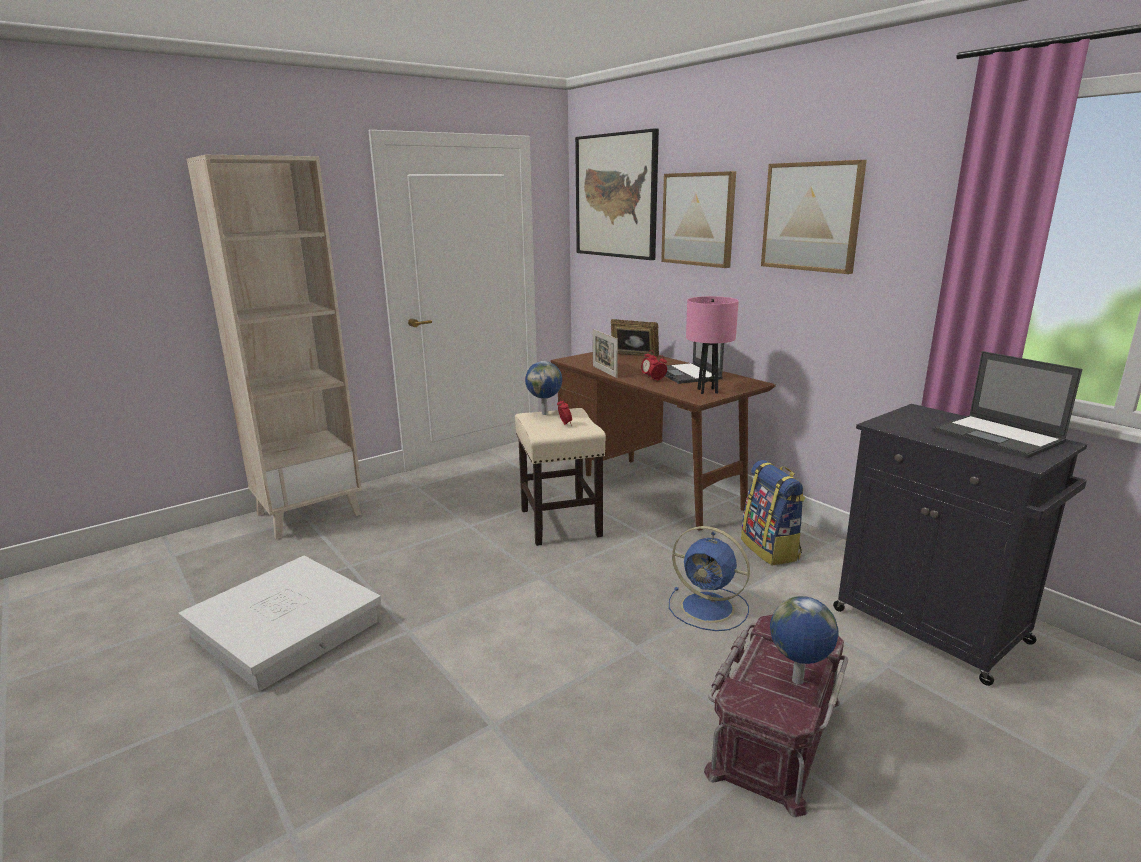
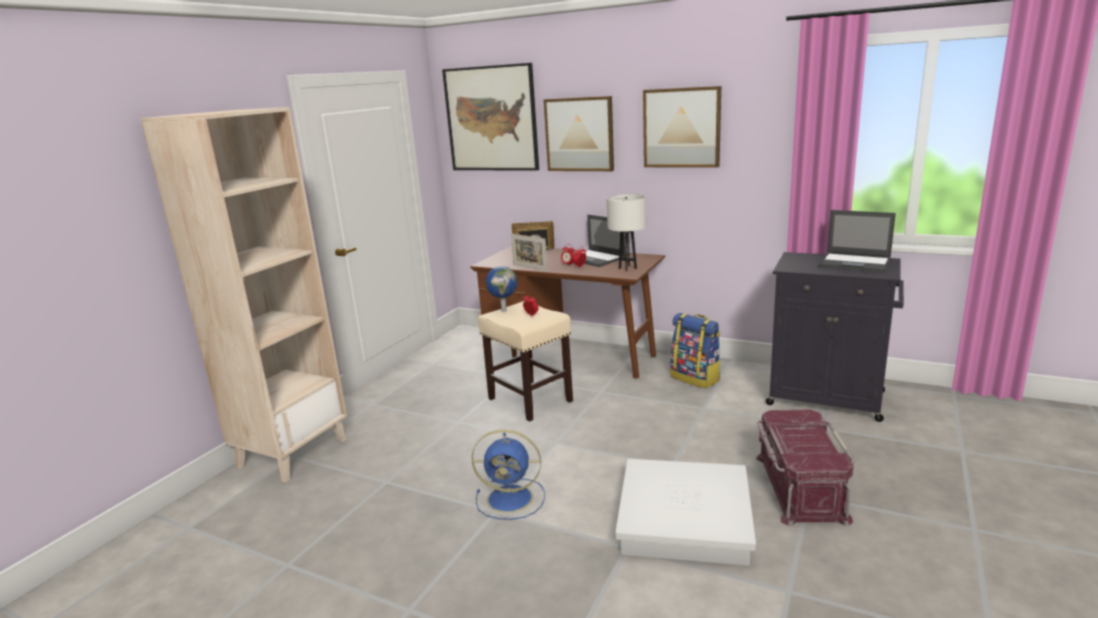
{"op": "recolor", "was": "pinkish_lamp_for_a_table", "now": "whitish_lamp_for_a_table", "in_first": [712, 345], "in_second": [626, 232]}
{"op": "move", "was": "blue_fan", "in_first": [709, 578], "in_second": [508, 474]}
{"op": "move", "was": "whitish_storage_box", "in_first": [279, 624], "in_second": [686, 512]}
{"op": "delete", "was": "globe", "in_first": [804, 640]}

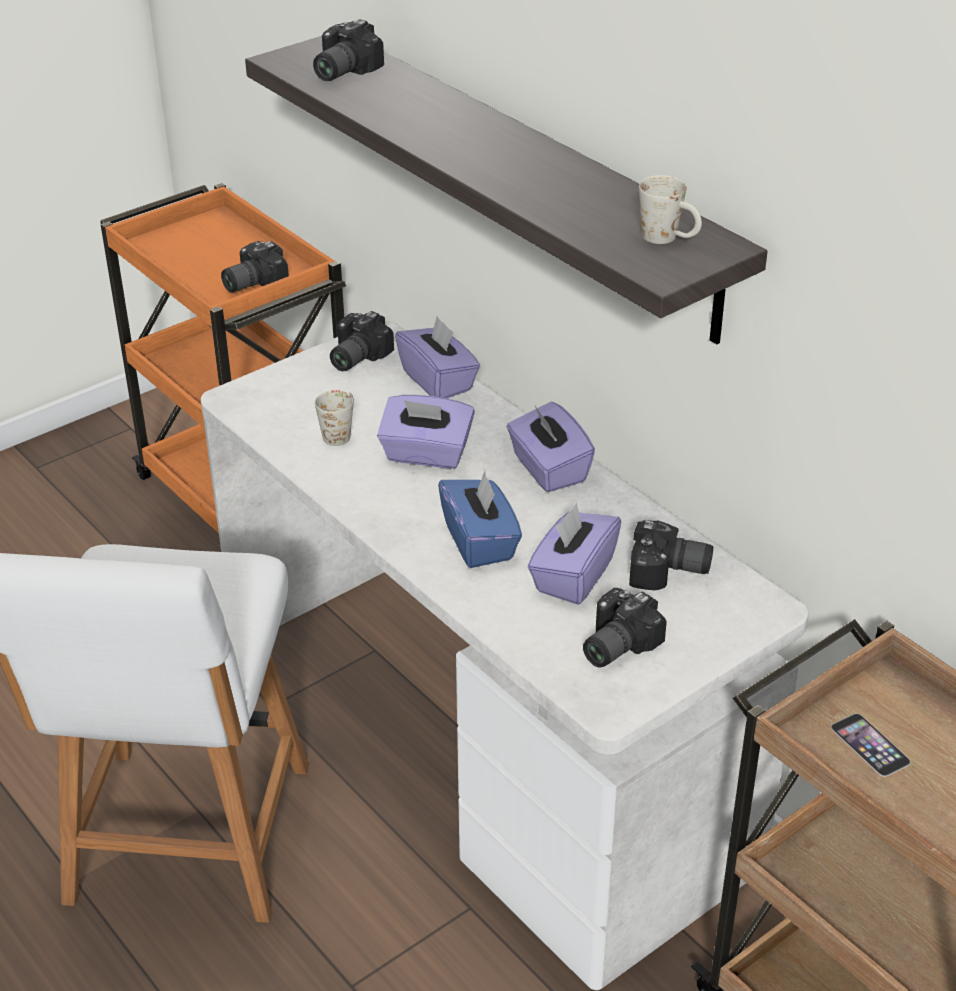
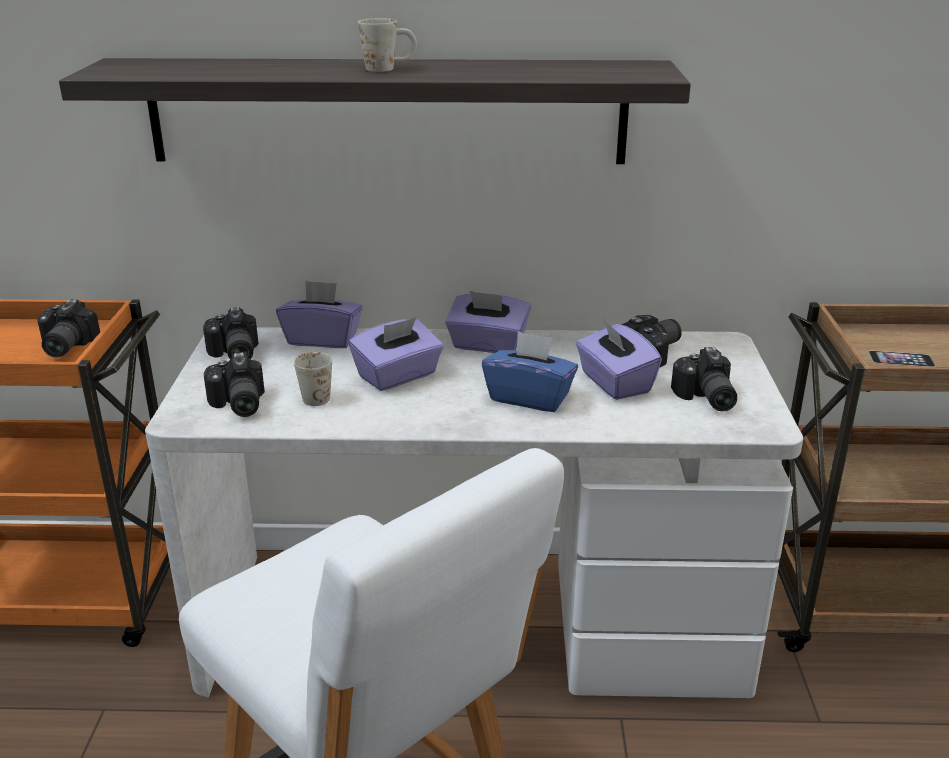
{"op": "move", "was": "photo_camera", "in_first": [348, 50], "in_second": [234, 384]}
{"op": "move", "was": "whitish_mug", "in_first": [670, 209], "in_second": [387, 45]}

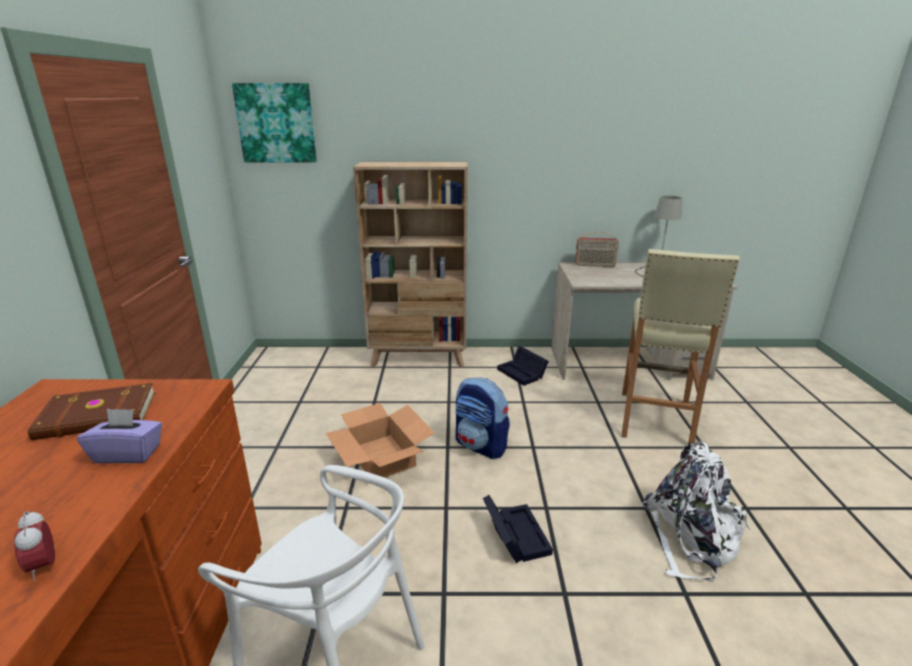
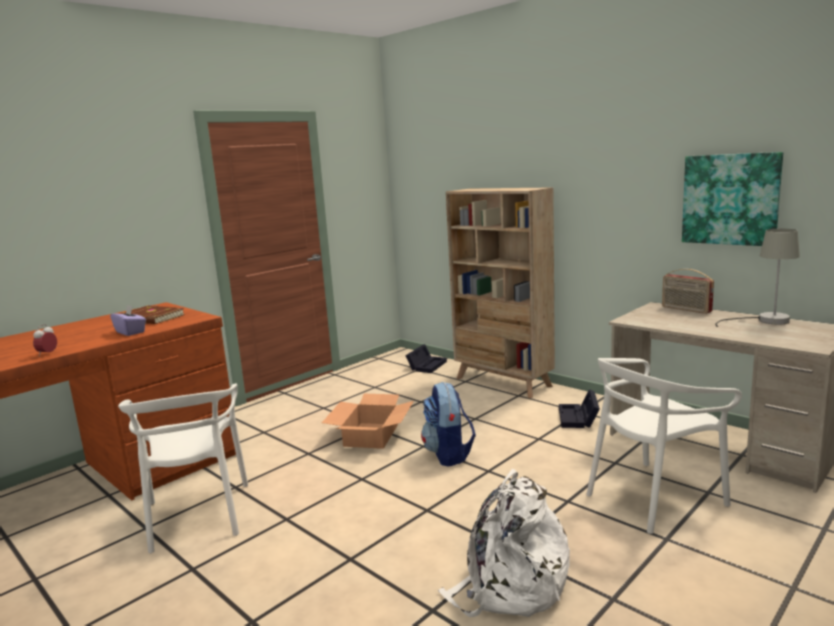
{"op": "move", "was": "wall_picture", "in_first": [274, 122], "in_second": [732, 199]}
{"op": "replace", "was": "sand-coloured_stool", "now": "whitish_upright_chair", "in_first": [681, 346], "in_second": [664, 446]}
{"op": "move", "was": "black-coloured_storage_box", "in_first": [518, 529], "in_second": [426, 358]}

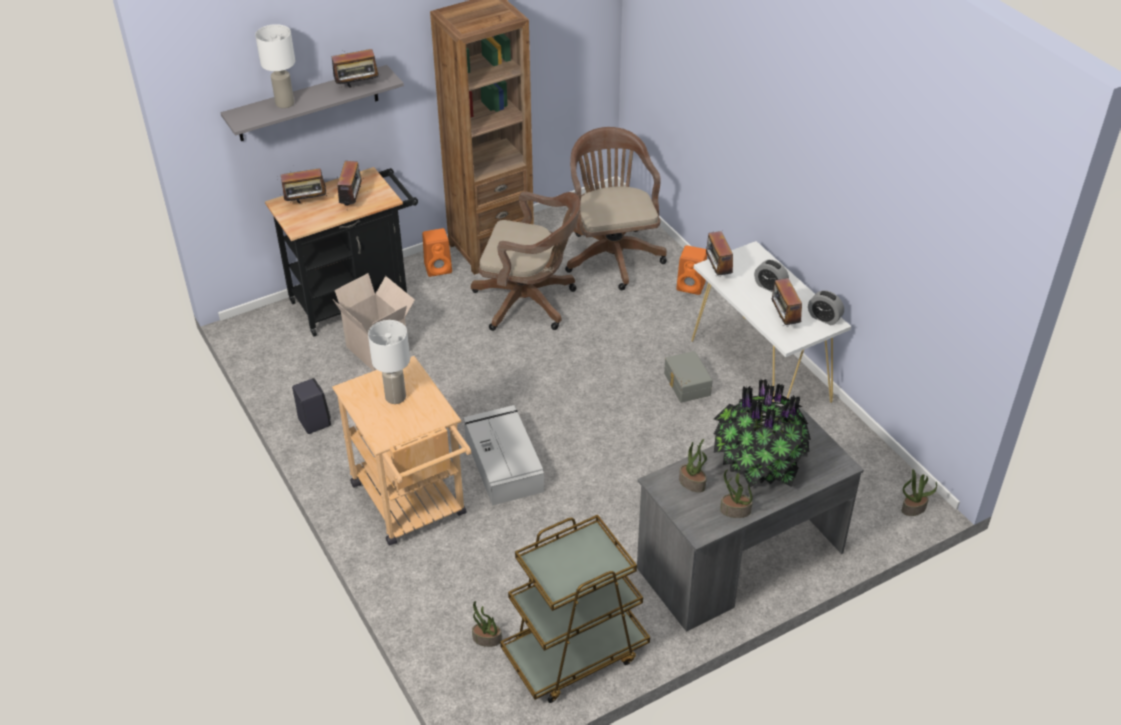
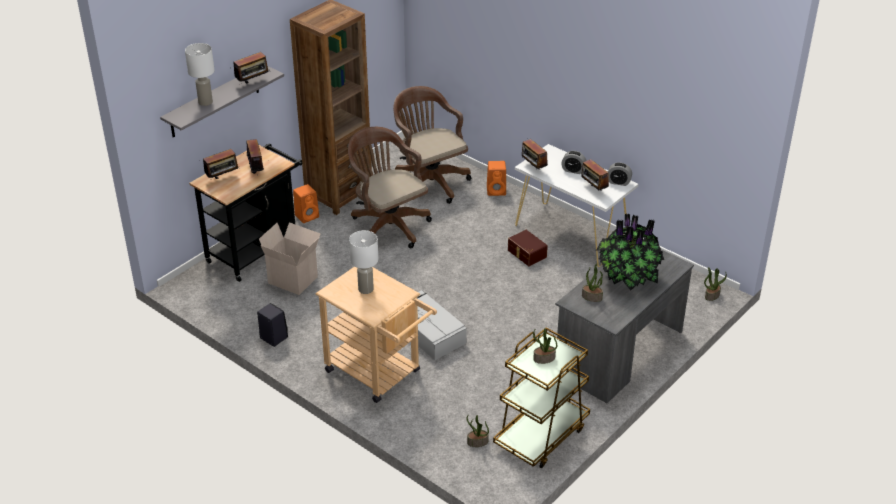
{"op": "rotate", "was": "brownish_computer_chair", "in_first": [526, 261], "in_second": [390, 187], "clockwise": -120}
{"op": "recolor", "was": "gray_storage_box", "now": "brownish_storage_box", "in_first": [688, 377], "in_second": [528, 248]}
{"op": "move", "was": "potted_plant", "in_first": [736, 493], "in_second": [545, 346]}

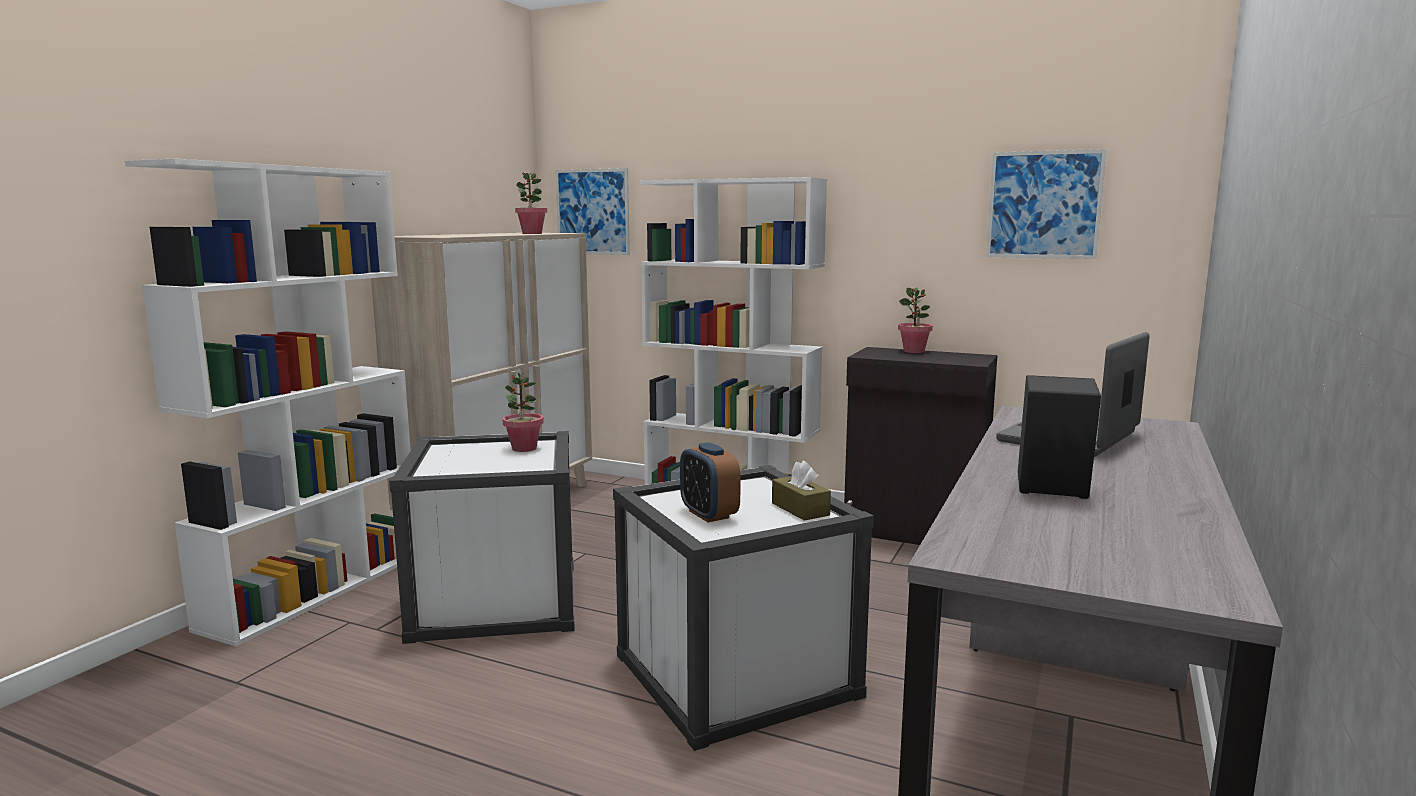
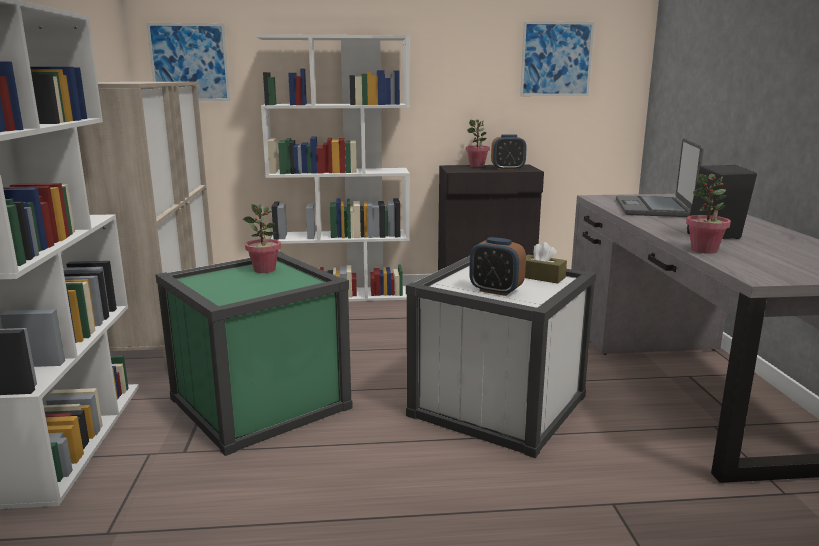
{"op": "move", "was": "potted_plant", "in_first": [531, 203], "in_second": [708, 214]}
{"op": "recolor", "was": "whitish_storage_box", "now": "green_storage_box", "in_first": [482, 537], "in_second": [254, 354]}
{"op": "insert", "now": "alarm_clock", "in_second": [509, 152]}

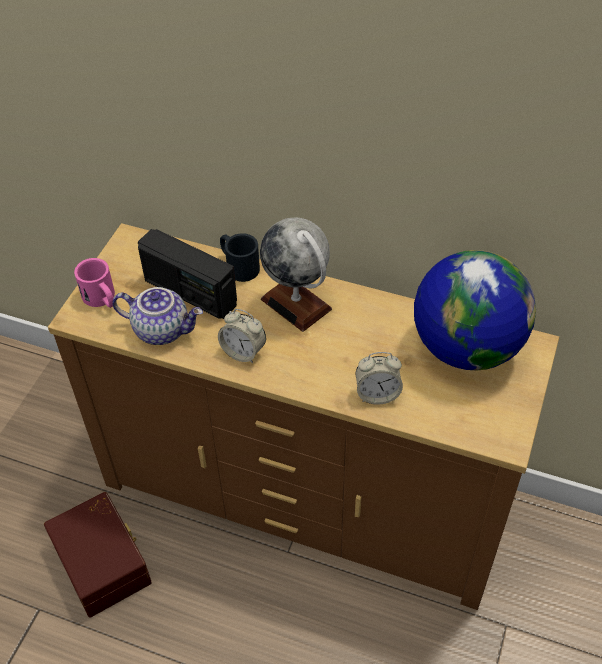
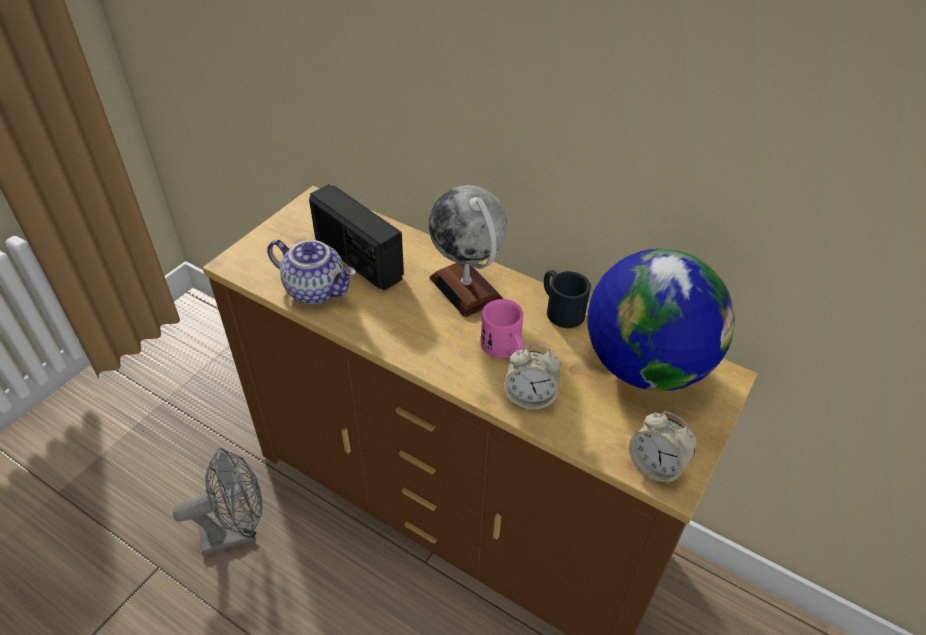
{"op": "move", "was": "black-coloured_mug", "in_first": [240, 257], "in_second": [567, 299]}
{"op": "move", "was": "pinkish_mug", "in_first": [94, 283], "in_second": [502, 328]}
{"op": "move", "was": "alarm_clock", "in_first": [242, 336], "in_second": [663, 448]}
{"op": "replace", "was": "brownish_storage_box", "now": "gray_fan", "in_first": [98, 555], "in_second": [217, 501]}

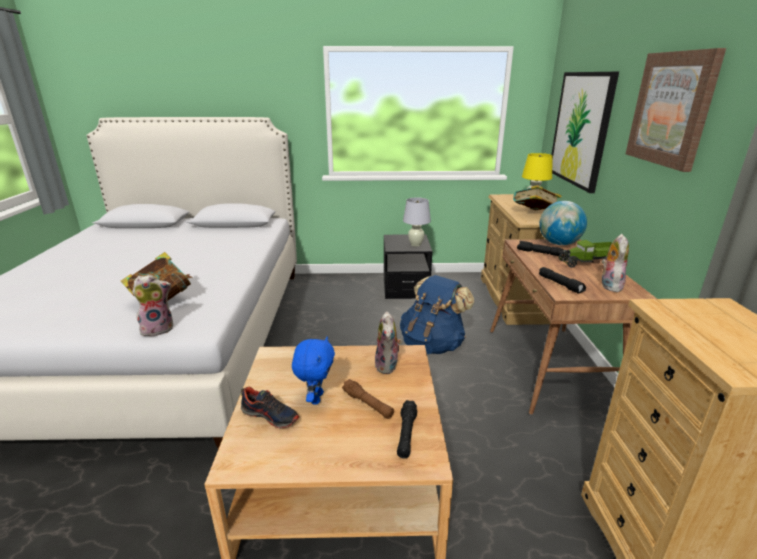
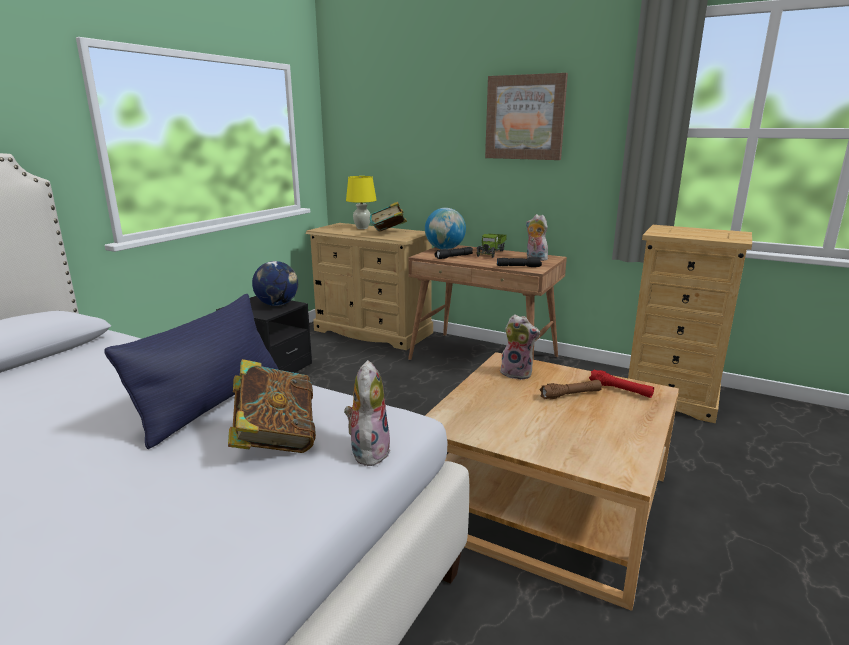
{"op": "delete", "was": "wall_picture", "in_first": [585, 132]}
{"op": "replace", "was": "whitish_lamp_for_a_table", "now": "globe", "in_first": [417, 222], "in_second": [275, 283]}
{"op": "delete", "was": "blue_rucksack", "in_first": [437, 314]}
{"op": "delete", "was": "blue_cuddly_toy", "in_first": [313, 371]}
{"op": "delete", "was": "shoe", "in_first": [269, 407]}
{"op": "recolor", "was": "black-coloured_torch", "now": "red-coloured_torch", "in_first": [407, 429], "in_second": [621, 383]}
{"op": "insert", "now": "blue_pillow", "in_second": [191, 371]}

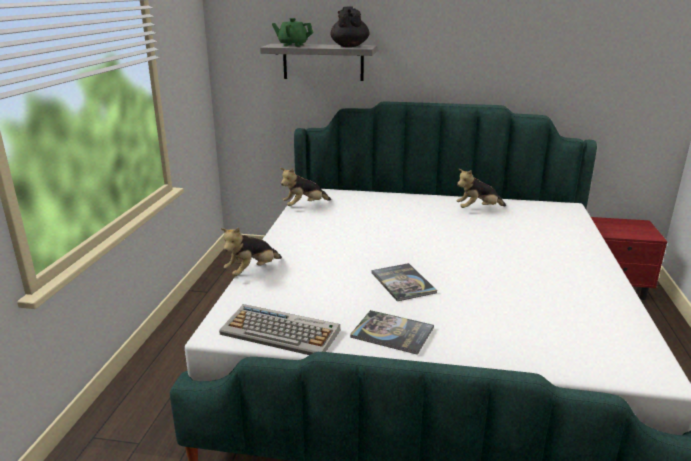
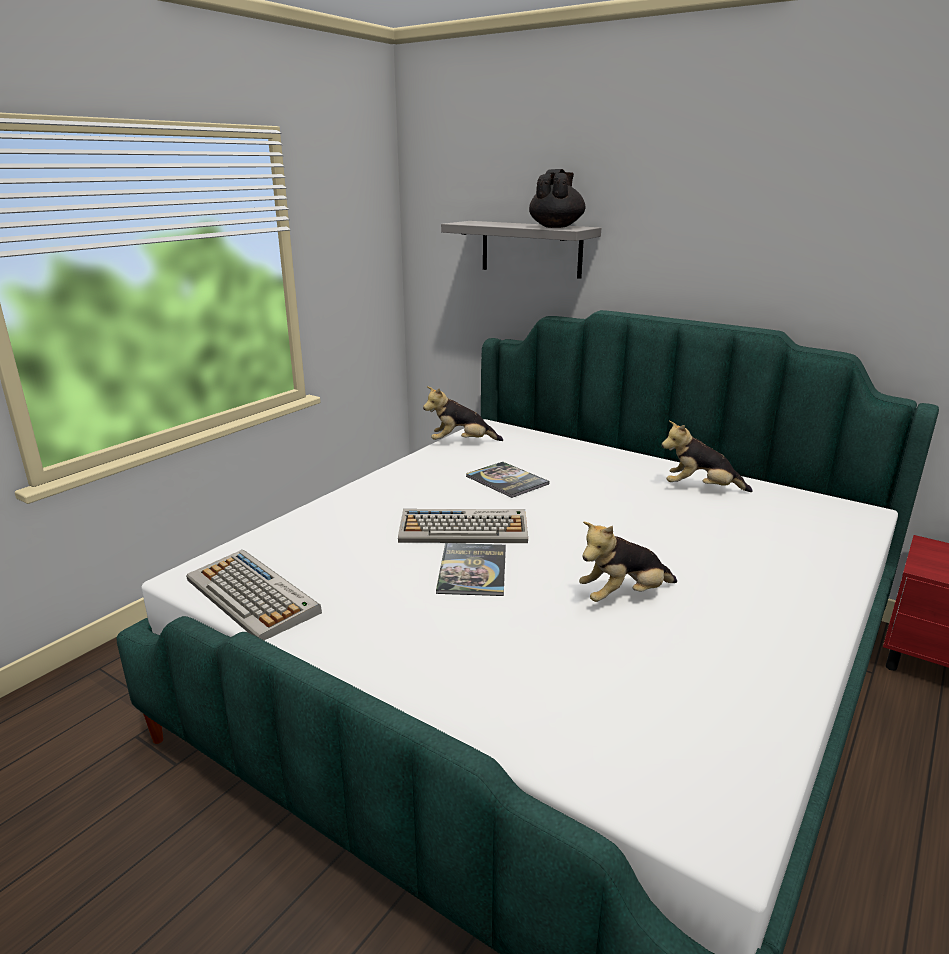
{"op": "delete", "was": "green_tea_pot", "in_first": [292, 32]}
{"op": "move", "was": "cuddly_toy", "in_first": [251, 251], "in_second": [628, 562]}
{"op": "move", "was": "bound_book", "in_first": [392, 332], "in_second": [507, 480]}
{"op": "insert", "now": "keyboard", "in_second": [463, 526]}

